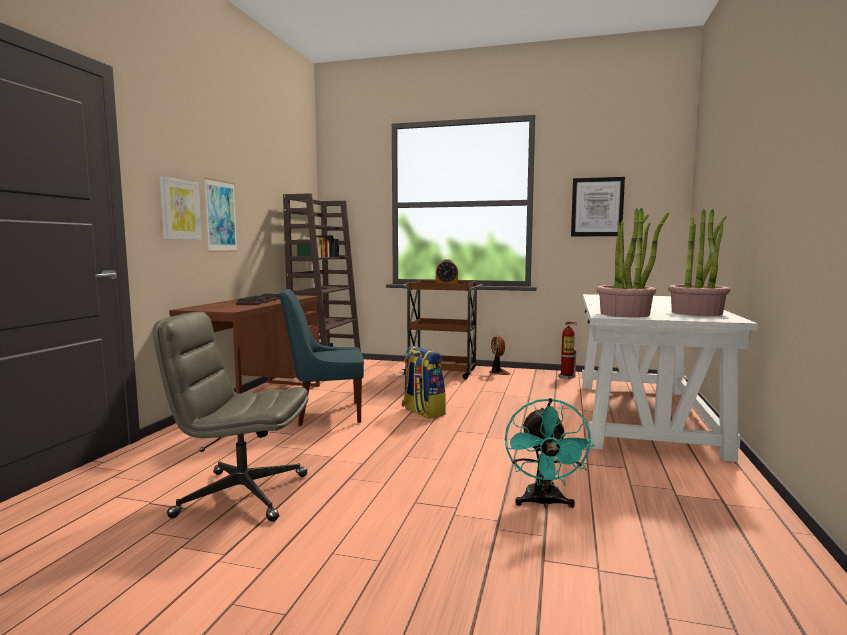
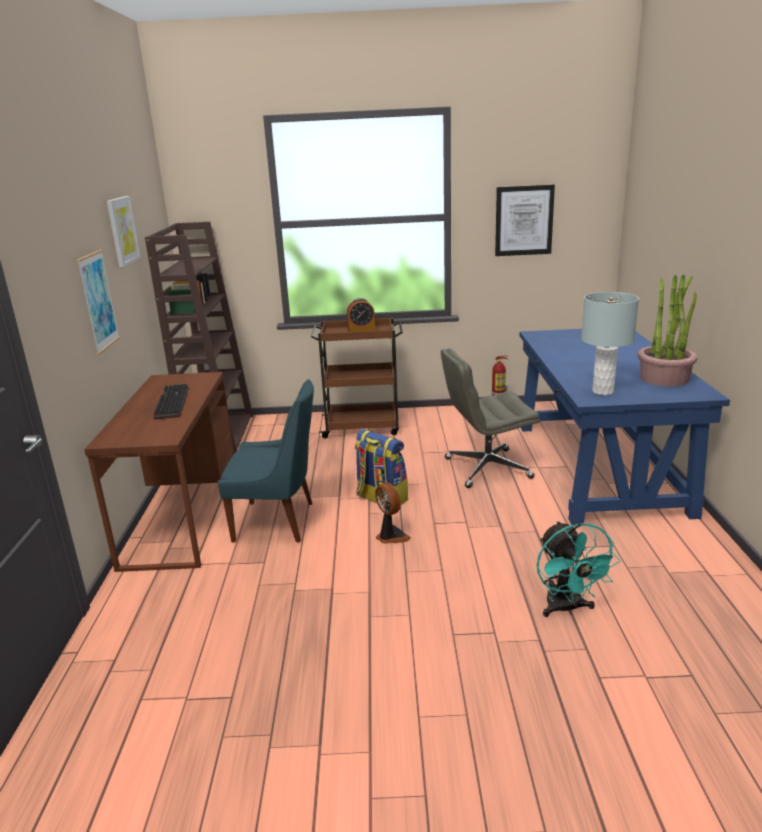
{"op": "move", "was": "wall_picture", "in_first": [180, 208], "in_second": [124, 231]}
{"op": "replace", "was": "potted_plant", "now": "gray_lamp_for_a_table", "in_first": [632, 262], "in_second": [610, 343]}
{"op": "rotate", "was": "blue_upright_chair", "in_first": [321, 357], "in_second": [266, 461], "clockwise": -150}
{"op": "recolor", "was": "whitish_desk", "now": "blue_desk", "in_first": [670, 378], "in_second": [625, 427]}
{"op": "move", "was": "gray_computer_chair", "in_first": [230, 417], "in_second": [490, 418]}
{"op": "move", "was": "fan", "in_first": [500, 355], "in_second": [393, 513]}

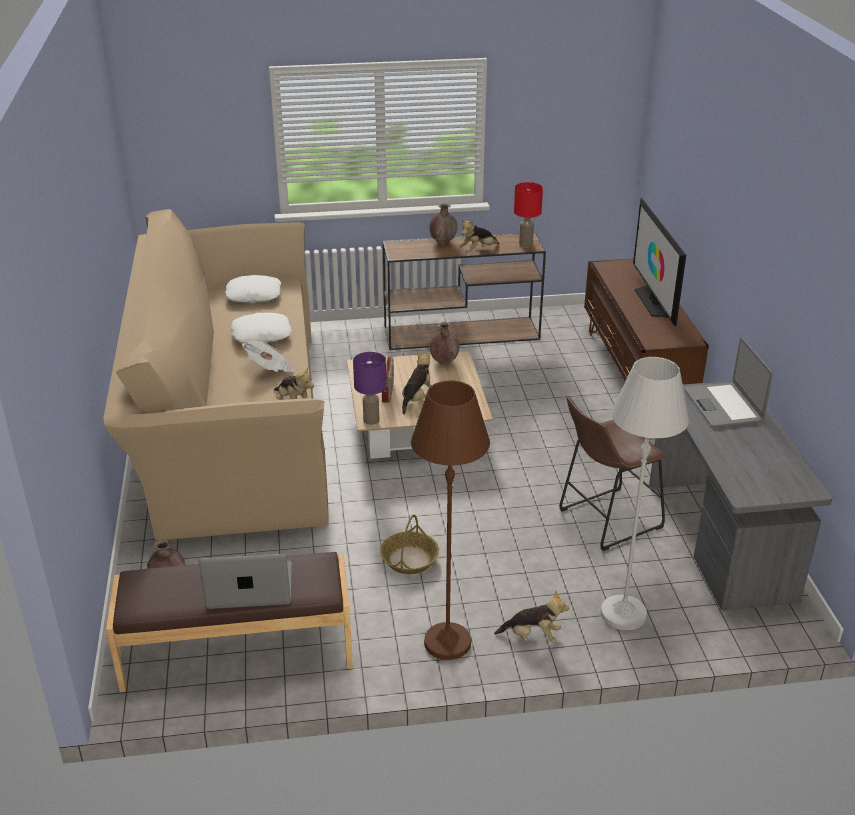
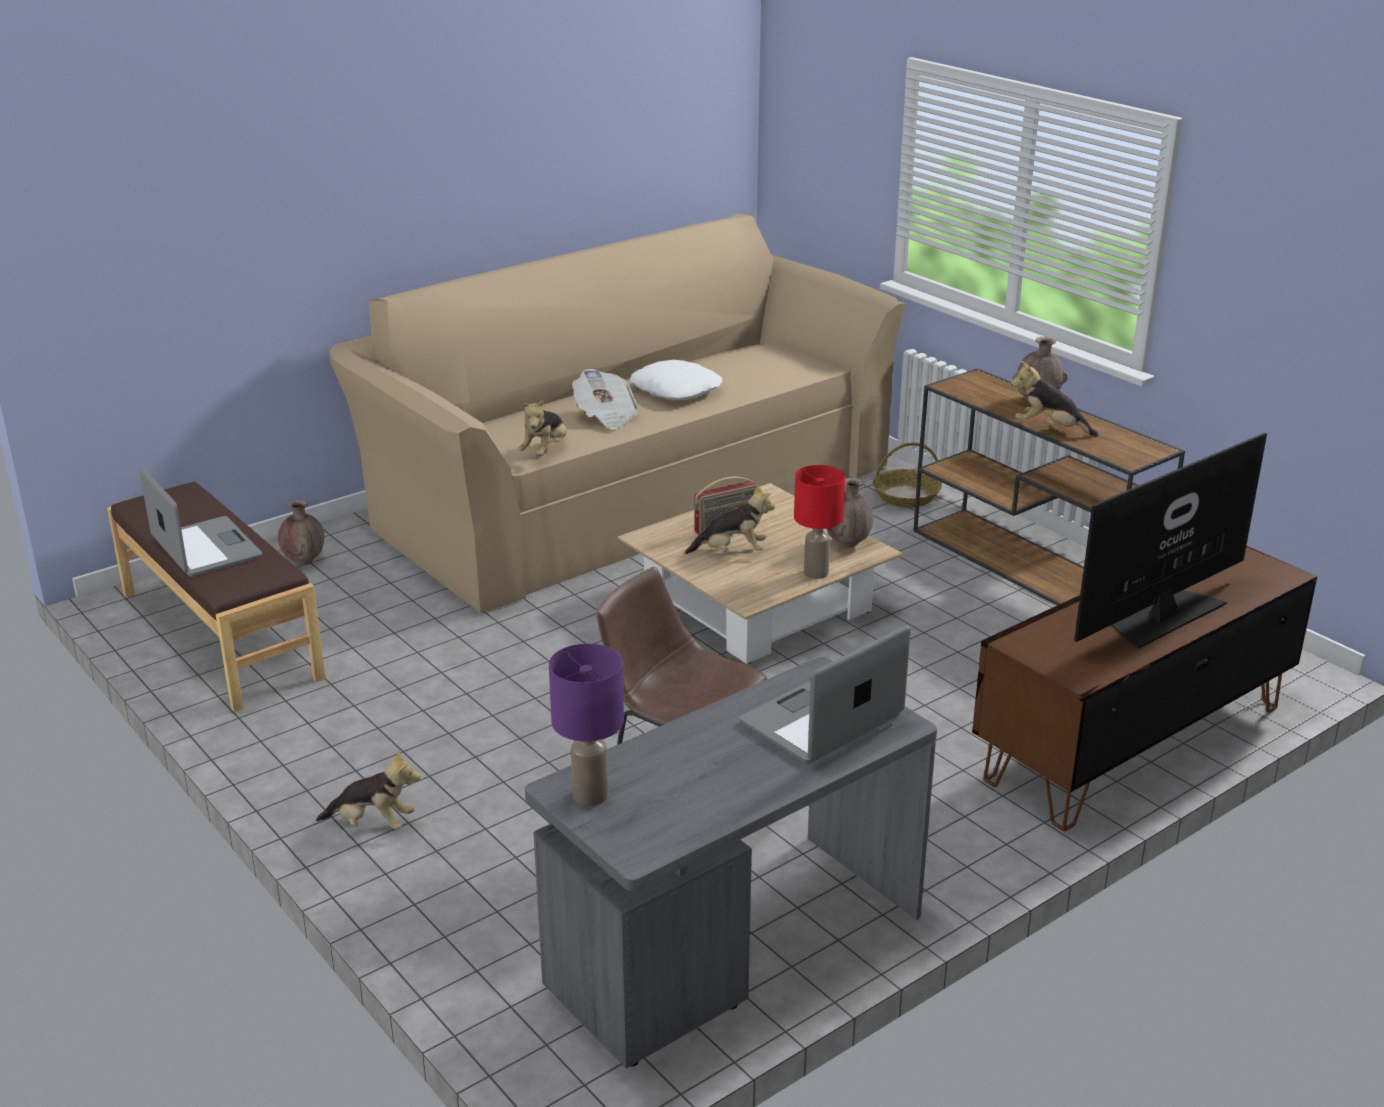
{"op": "move", "was": "red-coloured_lamp_for_a_table", "in_first": [528, 214], "in_second": [819, 522]}
{"op": "delete", "was": "whitish_pillow", "in_first": [253, 289]}
{"op": "move", "was": "purplish_lamp_for_a_table", "in_first": [369, 388], "in_second": [586, 725]}
{"op": "delete", "was": "whitish_standing_lamp", "in_first": [645, 493]}
{"op": "delete", "was": "brownish_standing_lamp", "in_first": [450, 520]}
{"op": "move", "was": "storage_basket", "in_first": [409, 544], "in_second": [907, 475]}
{"op": "rotate", "was": "cuddly_toy", "in_first": [531, 616], "in_second": [368, 789], "clockwise": -60}

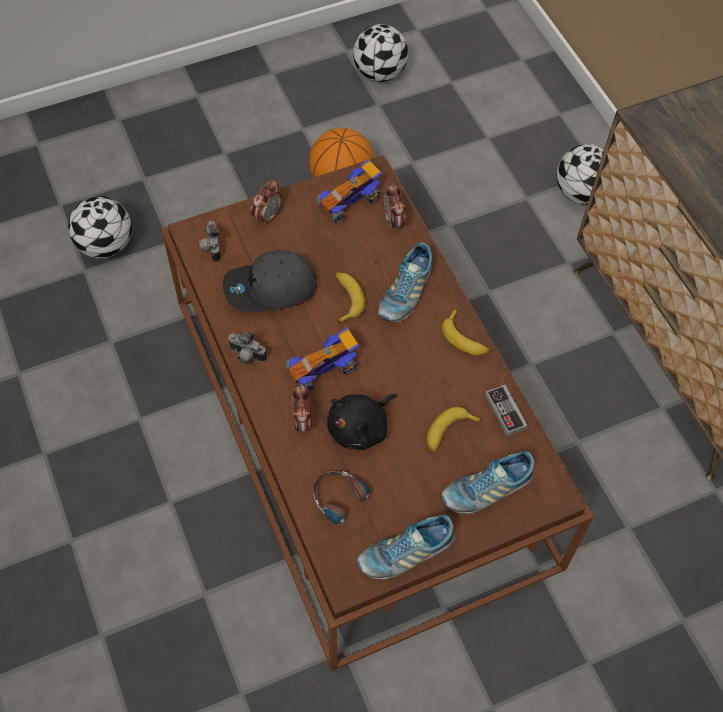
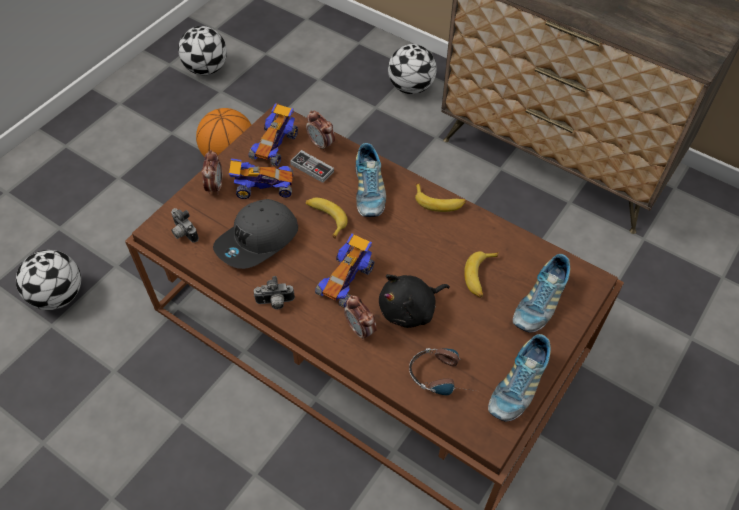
{"op": "move", "was": "gamepad", "in_first": [506, 410], "in_second": [312, 166]}
{"op": "rotate", "was": "black-coloured_cuddly_toy", "in_first": [361, 422], "in_second": [414, 301], "clockwise": 45}
{"op": "insert", "now": "model_car", "in_second": [261, 178]}

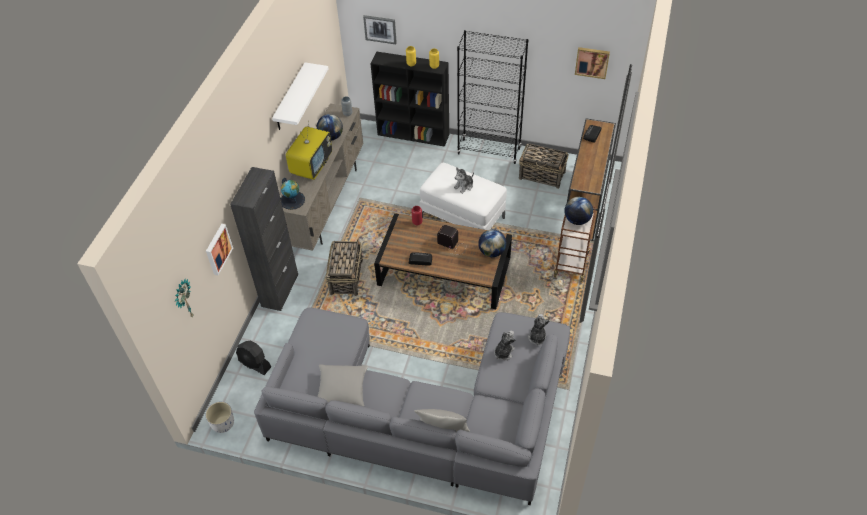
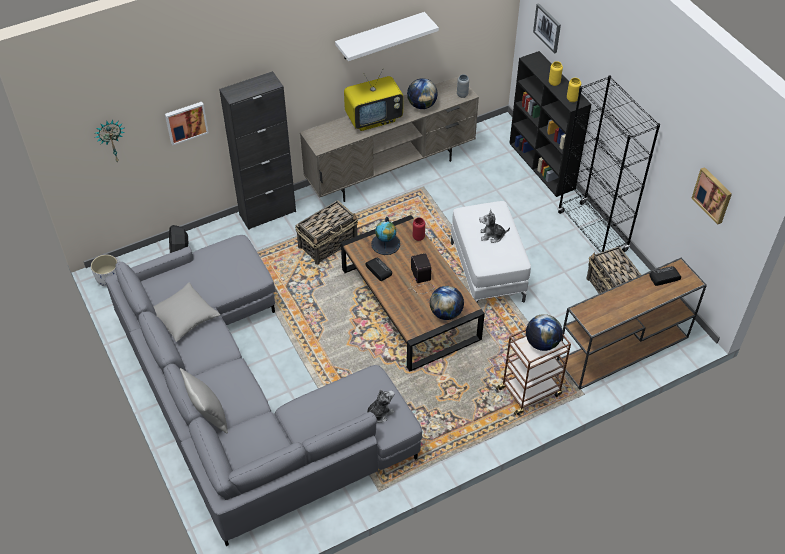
{"op": "move", "was": "globe", "in_first": [293, 194], "in_second": [385, 236]}
{"op": "delete", "was": "cuddly_toy", "in_first": [504, 345]}

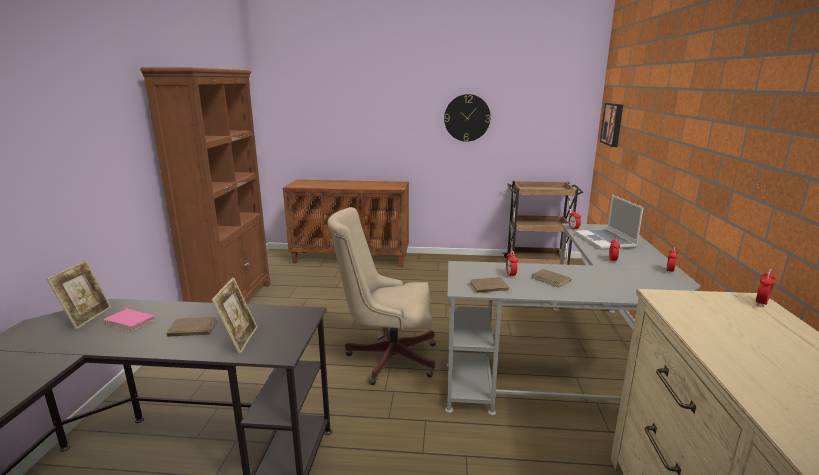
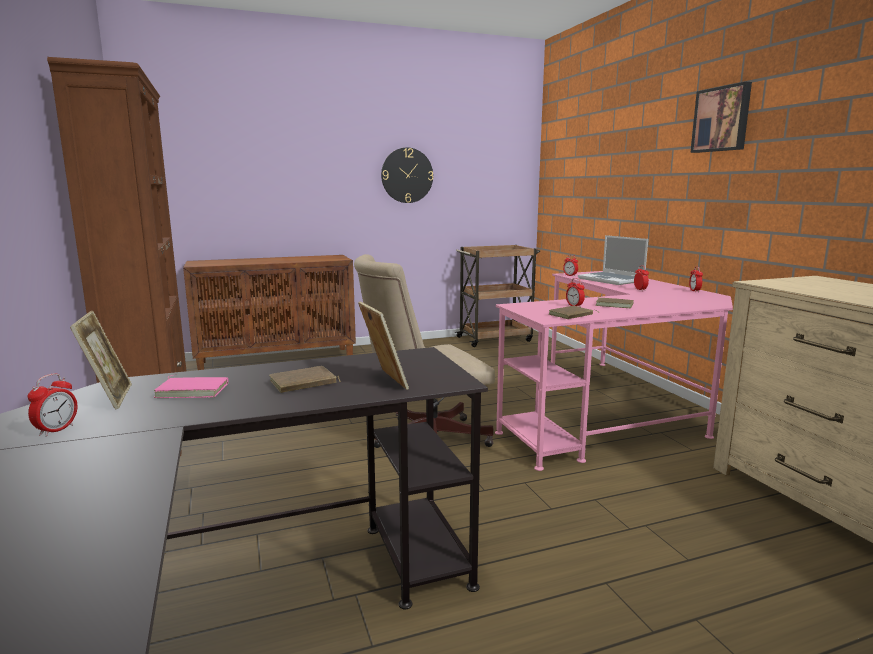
{"op": "move", "was": "wall_picture", "in_first": [611, 125], "in_second": [721, 117]}
{"op": "recolor", "was": "gray_desk", "now": "pinkish_desk", "in_first": [573, 319], "in_second": [614, 371]}
{"op": "move", "was": "alarm_clock", "in_first": [766, 288], "in_second": [52, 405]}

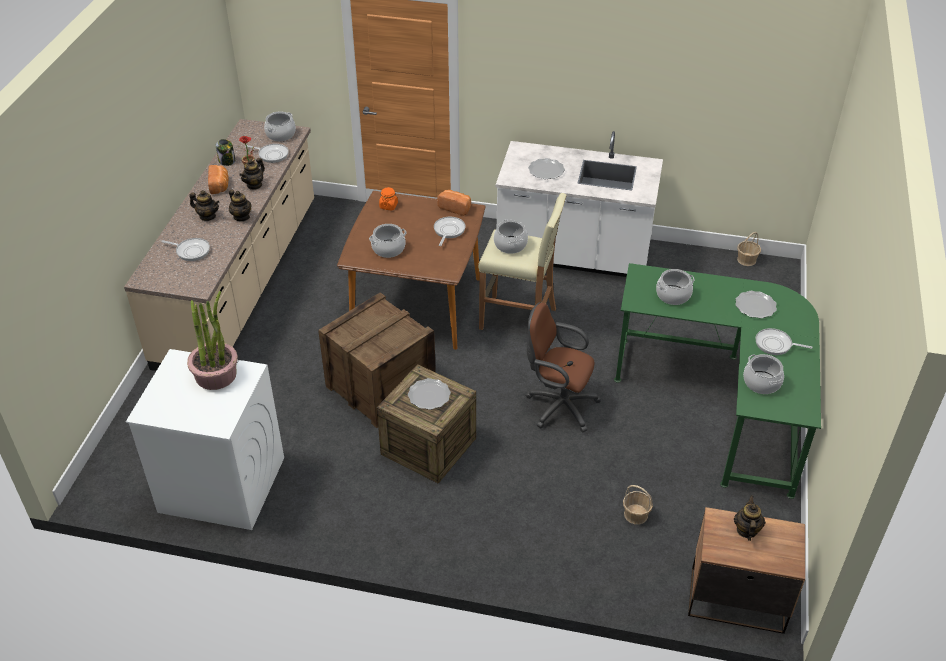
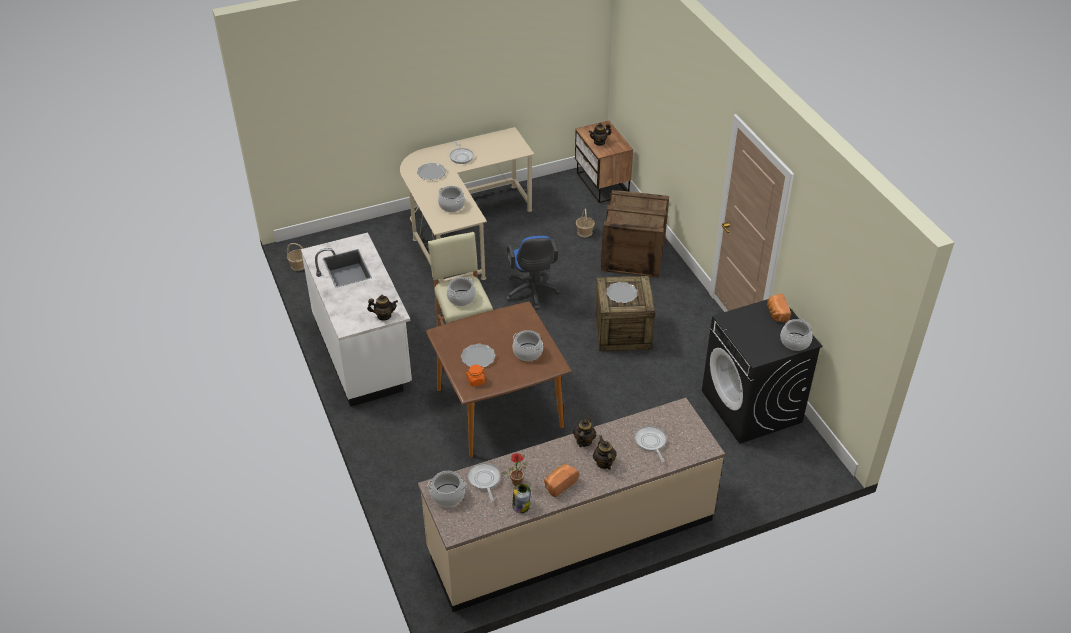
{"op": "move", "was": "tea_pot", "in_first": [252, 174], "in_second": [382, 308]}
{"op": "move", "was": "dinner_plate", "in_first": [546, 168], "in_second": [478, 355]}
{"op": "move", "was": "bread", "in_first": [454, 203], "in_second": [779, 308]}
{"op": "delete", "was": "frying_pan", "in_first": [449, 231]}
{"op": "recolor", "was": "green_desk", "now": "sand-coloured_desk", "in_first": [717, 381], "in_second": [467, 204]}
{"op": "delete", "was": "potted_plant", "in_first": [212, 340]}
{"op": "move", "was": "crate", "in_first": [377, 360], "in_second": [635, 234]}
{"op": "recolor", "was": "brownish_computer_chair", "now": "blue_computer_chair", "in_first": [563, 368], "in_second": [533, 273]}
{"op": "recolor", "was": "whitish_laundry_machine", "now": "black-coloured_laundry_machine", "in_first": [205, 439], "in_second": [762, 371]}
{"op": "move", "was": "stockpot", "in_first": [763, 374], "in_second": [796, 335]}

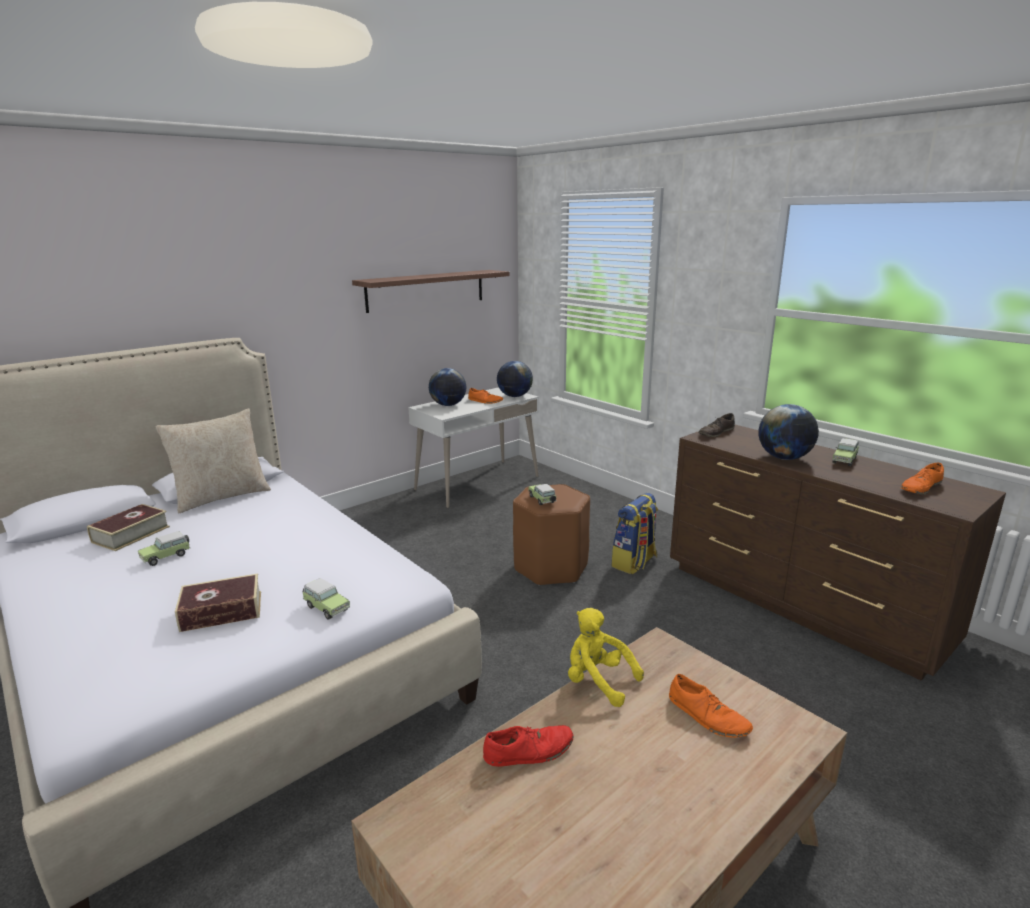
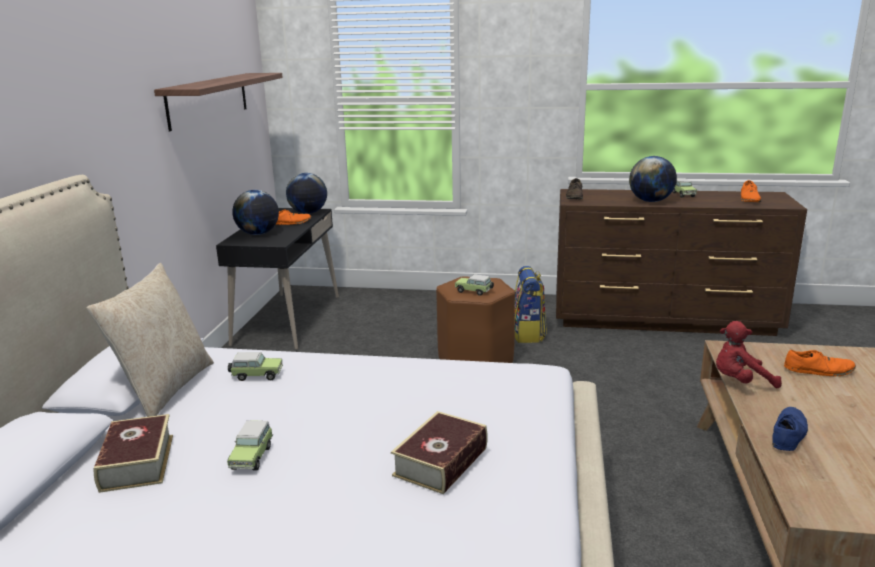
{"op": "recolor", "was": "whitish_desk", "now": "black-coloured_desk", "in_first": [473, 447], "in_second": [277, 279]}
{"op": "move", "was": "model_car", "in_first": [326, 599], "in_second": [255, 366]}
{"op": "recolor", "was": "yellow-coloured_cuddly_toy", "now": "red-coloured_cuddly_toy", "in_first": [606, 657], "in_second": [749, 354]}
{"op": "recolor", "was": "red-coloured_shoe", "now": "blue_shoe", "in_first": [528, 746], "in_second": [790, 429]}

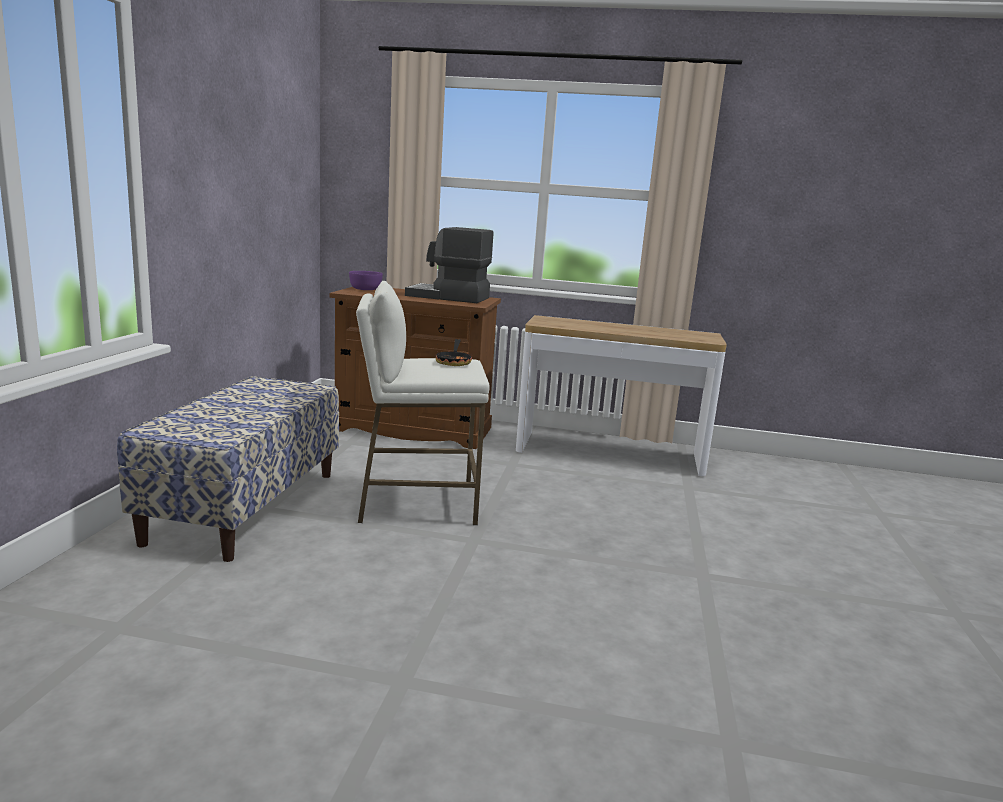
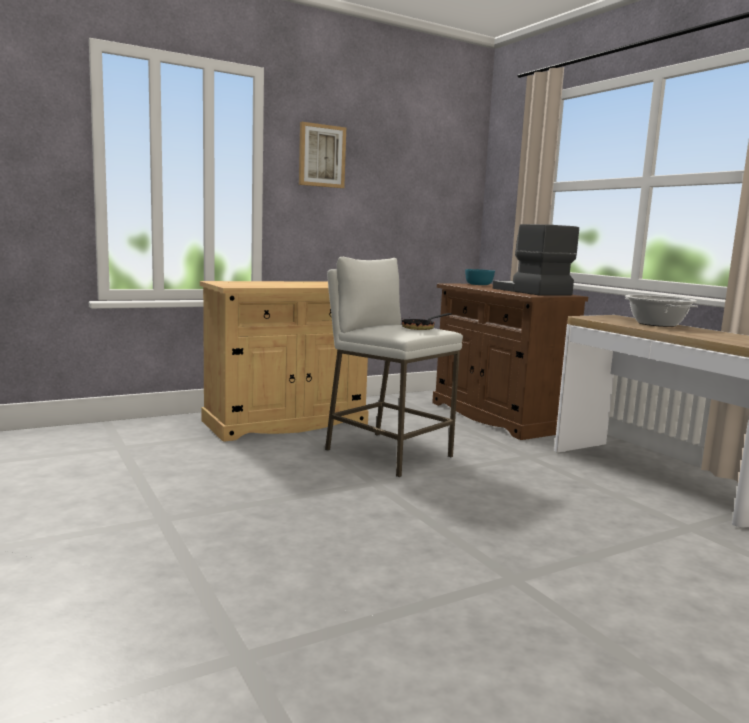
{"op": "recolor", "was": "purplish_bowl", "now": "blue-green_bowl", "in_first": [366, 280], "in_second": [480, 277]}
{"op": "replace", "was": "indoor_bench", "now": "sand-coloured_storage_cabinet", "in_first": [228, 469], "in_second": [284, 361]}
{"op": "insert", "now": "wall_picture", "in_second": [322, 155]}
{"op": "insert", "now": "stockpot", "in_second": [661, 311]}

